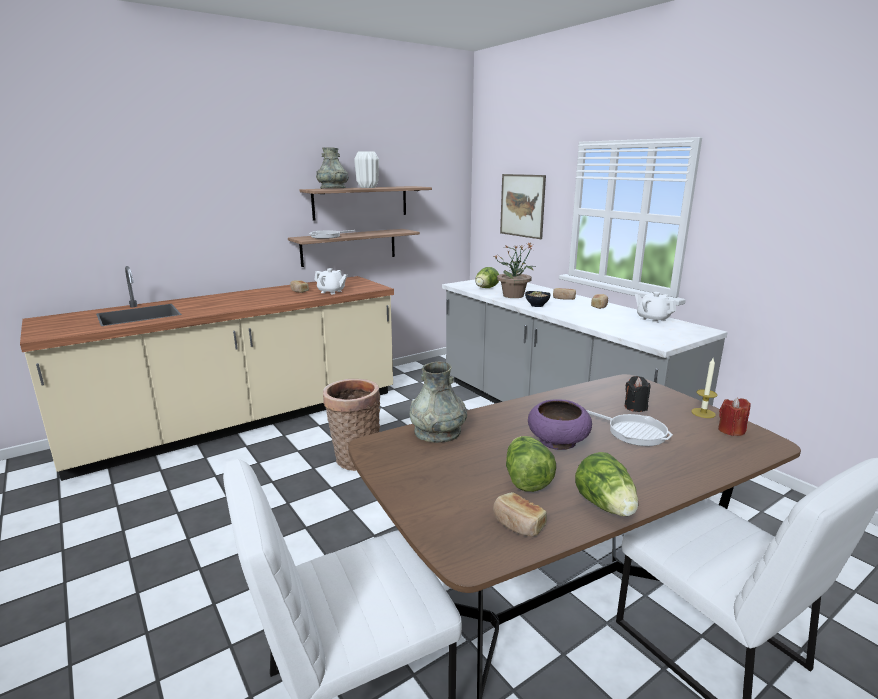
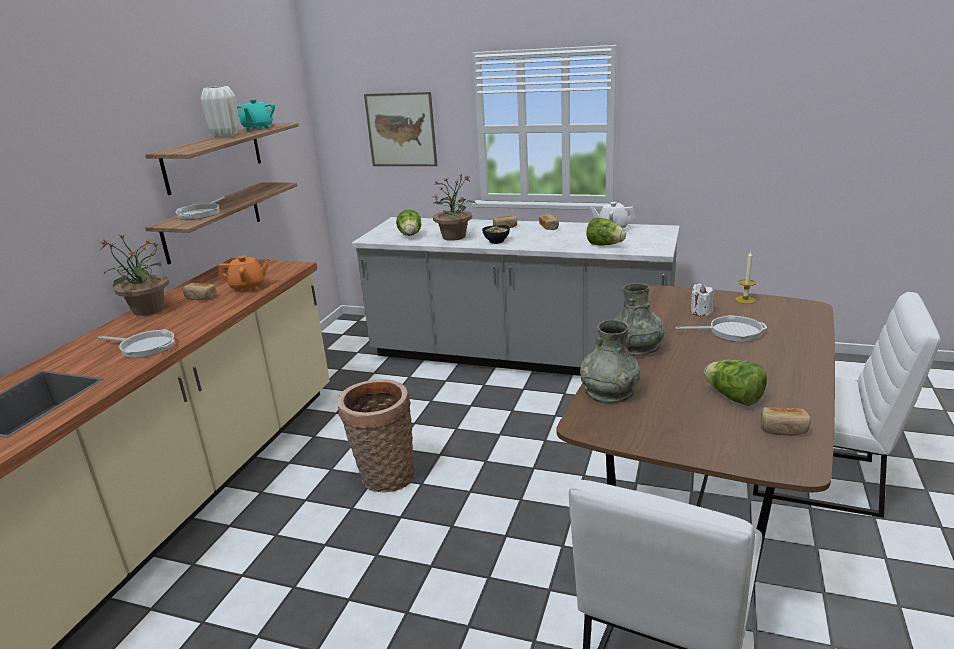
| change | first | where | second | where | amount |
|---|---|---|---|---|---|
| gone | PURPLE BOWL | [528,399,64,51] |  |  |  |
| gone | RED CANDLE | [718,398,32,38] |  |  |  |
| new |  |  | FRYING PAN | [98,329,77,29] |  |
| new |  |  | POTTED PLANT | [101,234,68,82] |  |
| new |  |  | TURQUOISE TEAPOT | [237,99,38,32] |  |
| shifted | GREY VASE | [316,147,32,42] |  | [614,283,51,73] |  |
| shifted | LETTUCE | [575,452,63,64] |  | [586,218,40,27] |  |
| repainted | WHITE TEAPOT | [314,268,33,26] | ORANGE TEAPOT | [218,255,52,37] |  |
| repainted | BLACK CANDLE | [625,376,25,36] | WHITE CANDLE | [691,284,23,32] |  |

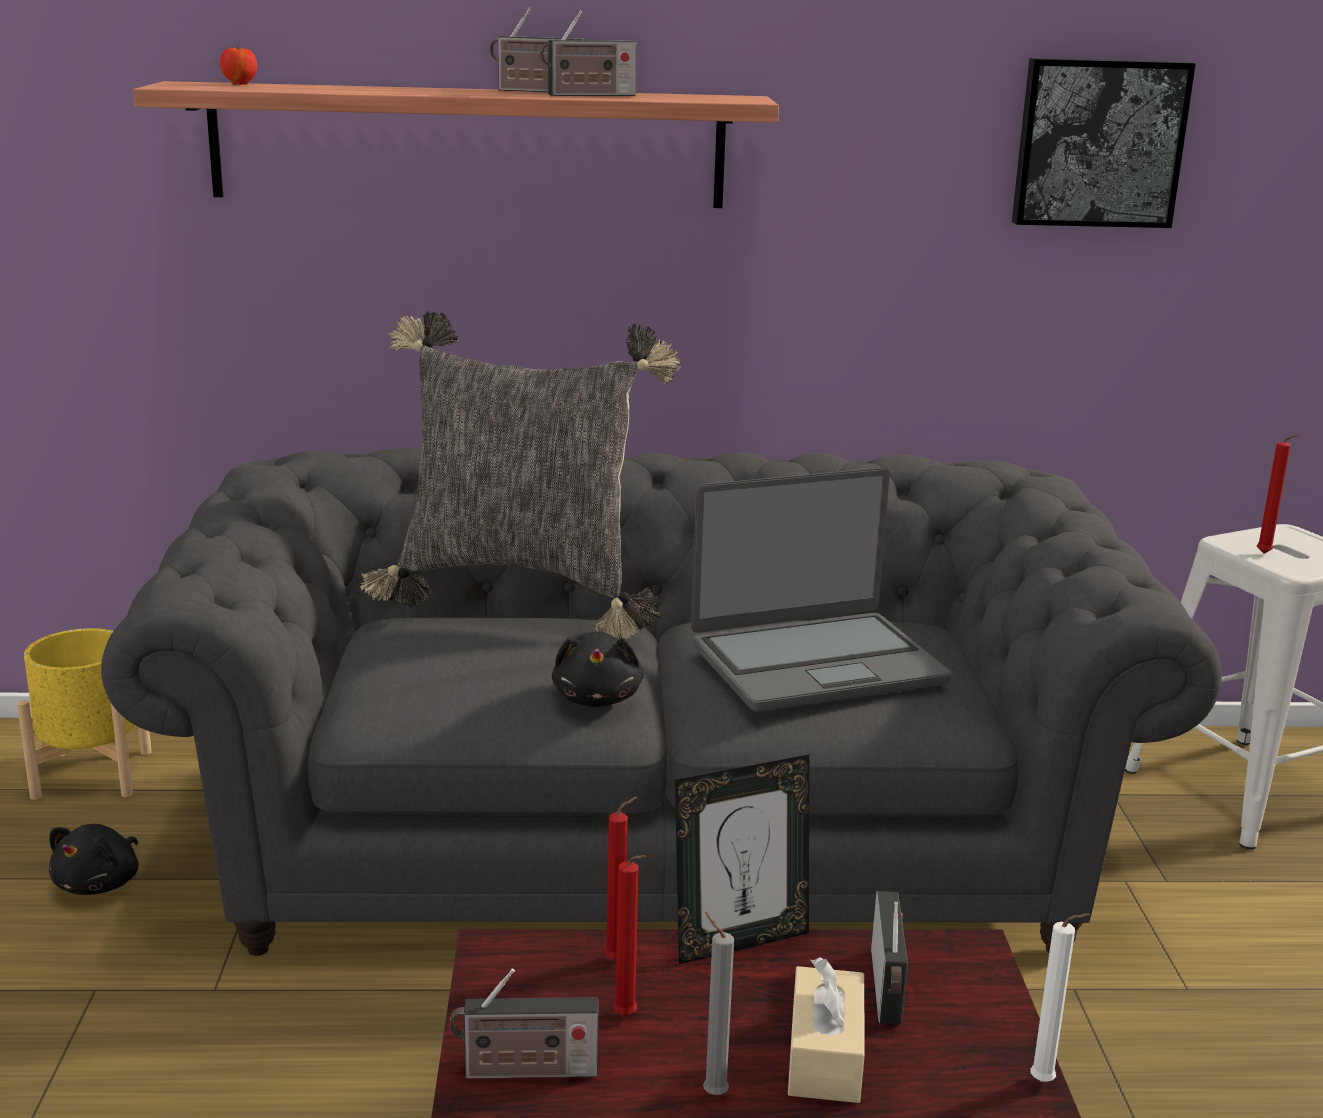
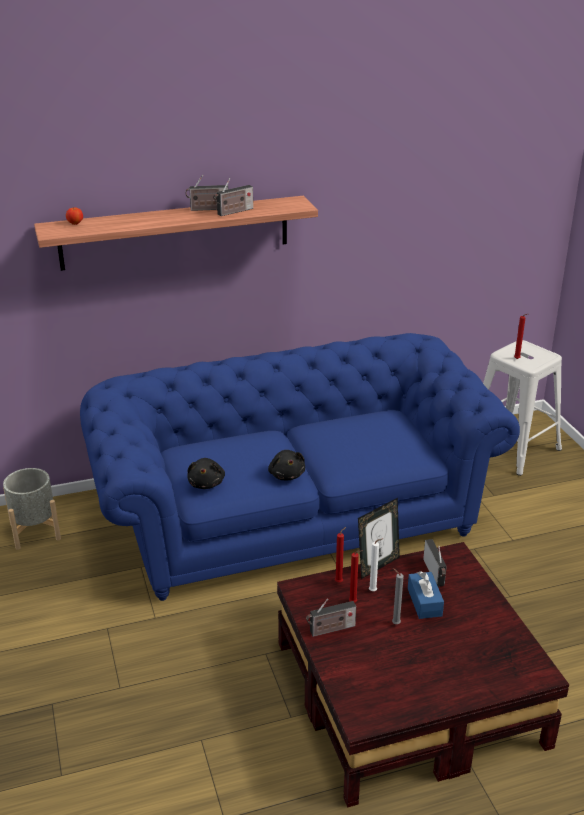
| change | first | where | second | where | amount |
|---|---|---|---|---|---|
| gone | PILLOW | [360,311,321,328] |  |  |  |
| gone | LAPTOP | [691,468,260,244] |  |  |  |
| gone | PICTURE | [1012,58,184,170] |  |  |  |
| shifted | BLACK PLUSH TOY | [49,824,90,71] |  | [188,458,37,31] |  |
| shifted | WHITE CANDLE | [1030,913,60,169] |  | [369,538,14,53] |  |
| repainted | YELLOW PLANTER | [17,628,135,172] | GREY PLANTER | [3,468,58,82] |  |
| repainted | GREY SOFA | [101,447,1121,509] | BLUE SOFA | [80,333,440,268] |  |
| repainted | BEIGE TISSUE BOX | [788,957,77,146] | BLUE TISSUE BOX | [408,571,36,48] |  |

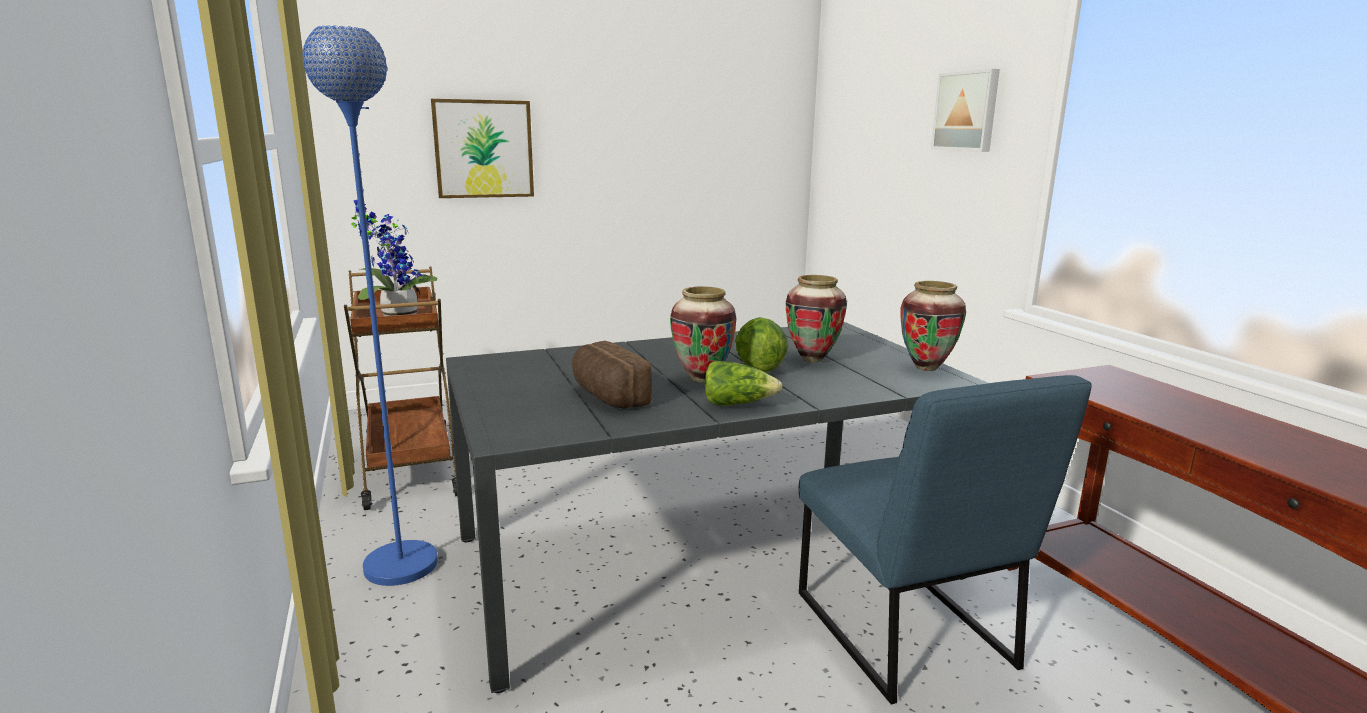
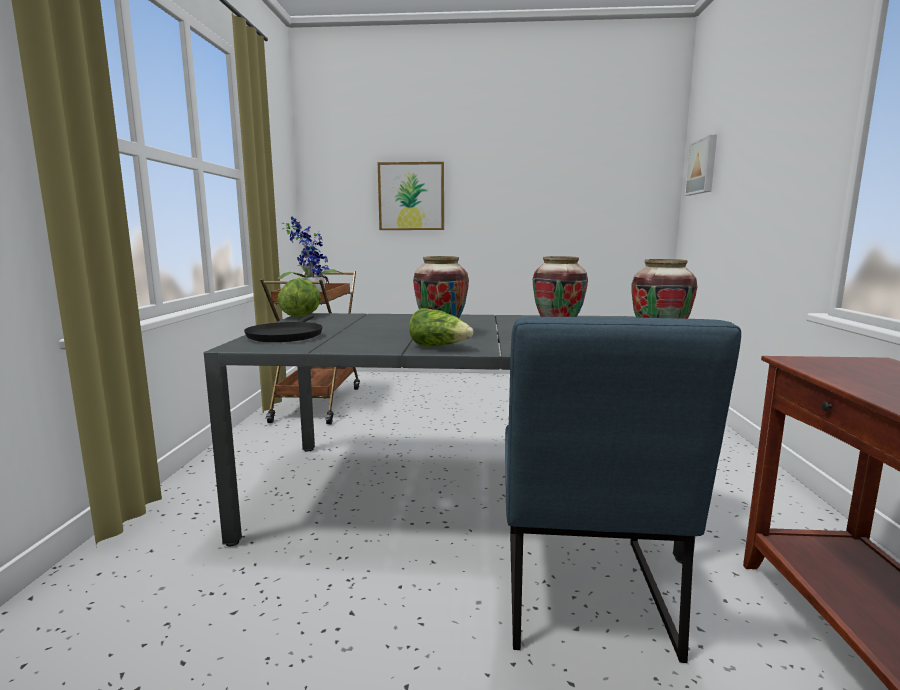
| change | first | where | second | where | amount |
|---|---|---|---|---|---|
| gone | BLUE FLOOR LAMP | [302,25,136,561] |  |  |  |
| gone | BREAD | [572,341,80,68] |  |  |  |
| new |  |  | BLACK FRYING PAN | [244,315,79,27] |  |
| shifted | LETTUCE | [735,317,53,55] |  | [277,278,44,39] |  |
| shifted | PICTURE | [931,69,69,82] |  | [684,135,33,60] |  |

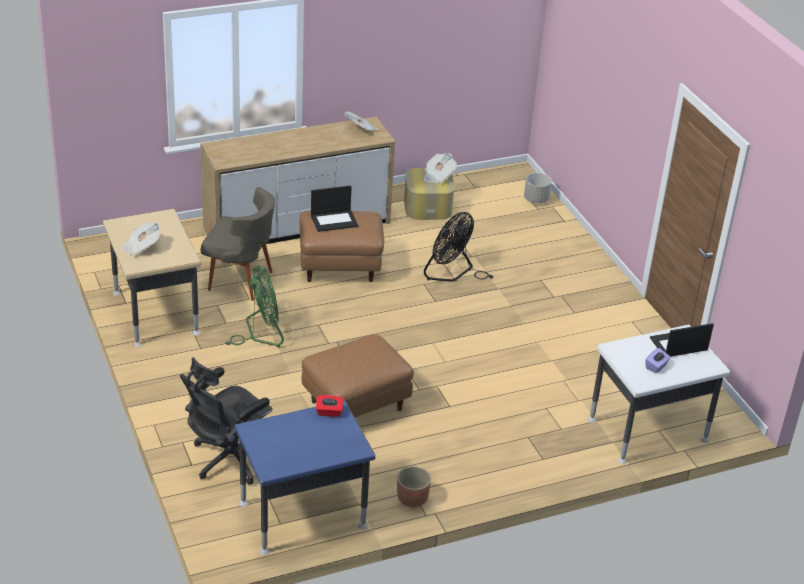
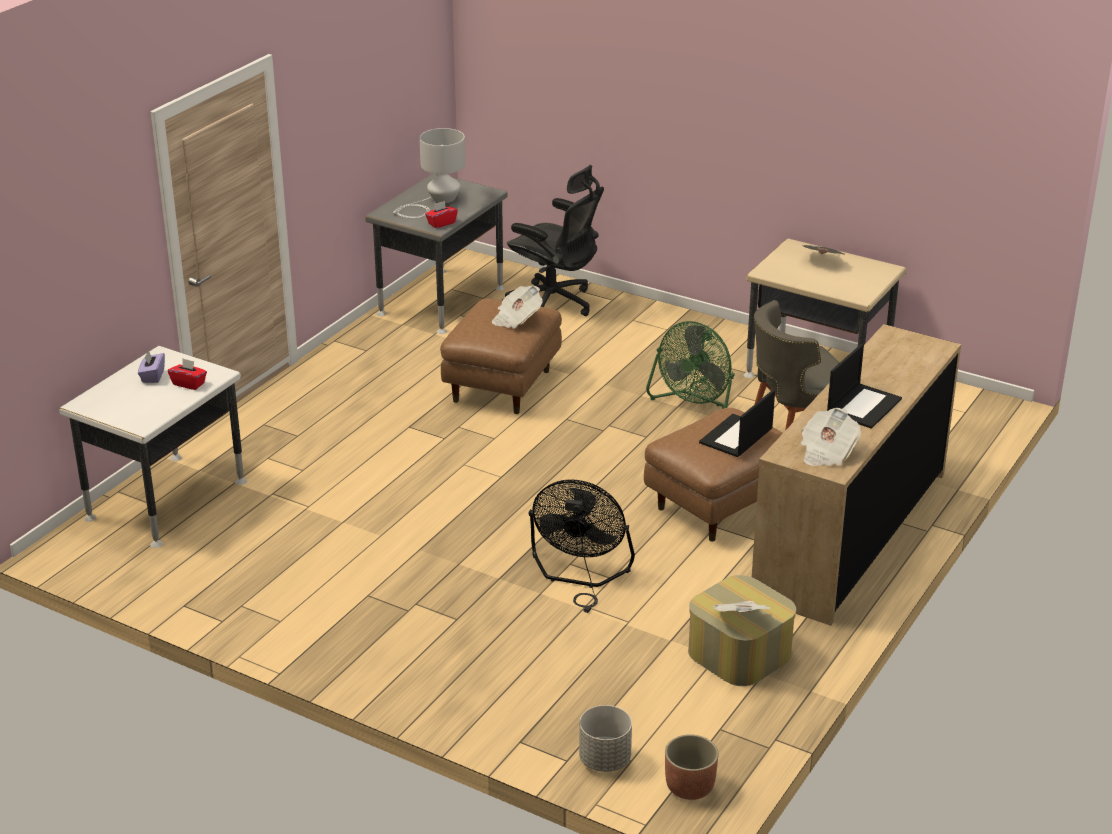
| change | first | where | second | where | amount |
|---|---|---|---|---|---|
| new |  |  | RED TISSUE BOX | [168,358,39,32] |  |
| new |  |  | GREY TABLE LAMP | [393,128,73,91] |  |
| new |  |  | NEWSPAPER | [492,286,51,43] |  |
| shifted | PLANTER | [397,466,34,41] |  | [665,734,54,66] |  |
| shifted | LAPTOP | [650,323,64,34] |  | [827,343,75,86] |  |
| repainted | BLUE DESK | [235,401,141,154] | GREY DESK | [365,173,143,161] |  |
| rotated | OFFICE CHAIR | [180,357,93,128] |  | [502,165,102,151] | 120 degrees clockwise |
| rotated | BLACK FAN | [424,212,69,70] |  | [529,480,106,133] | 75 degrees counterclockwise |

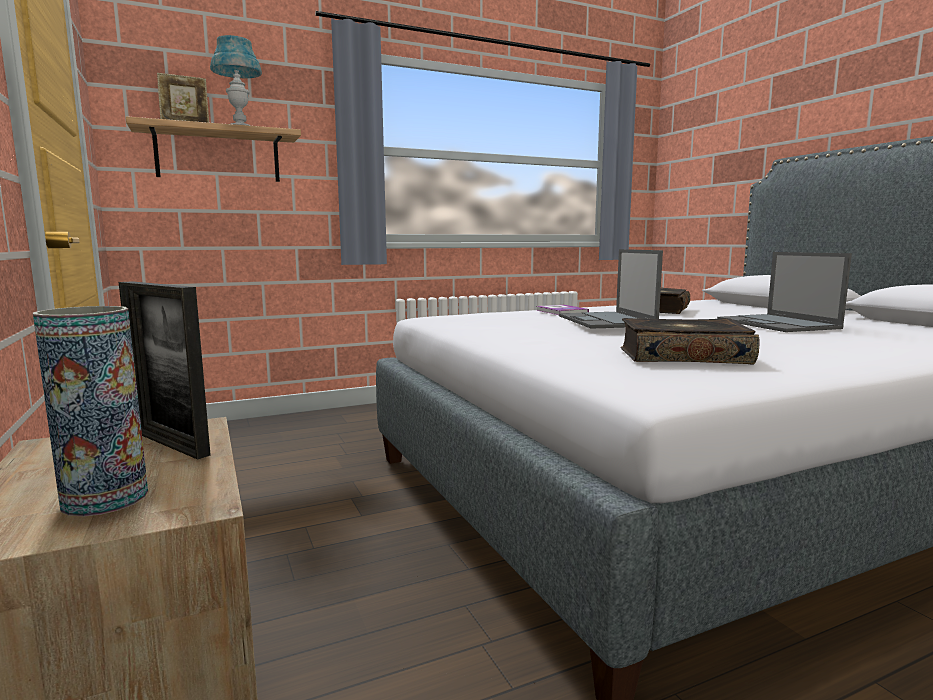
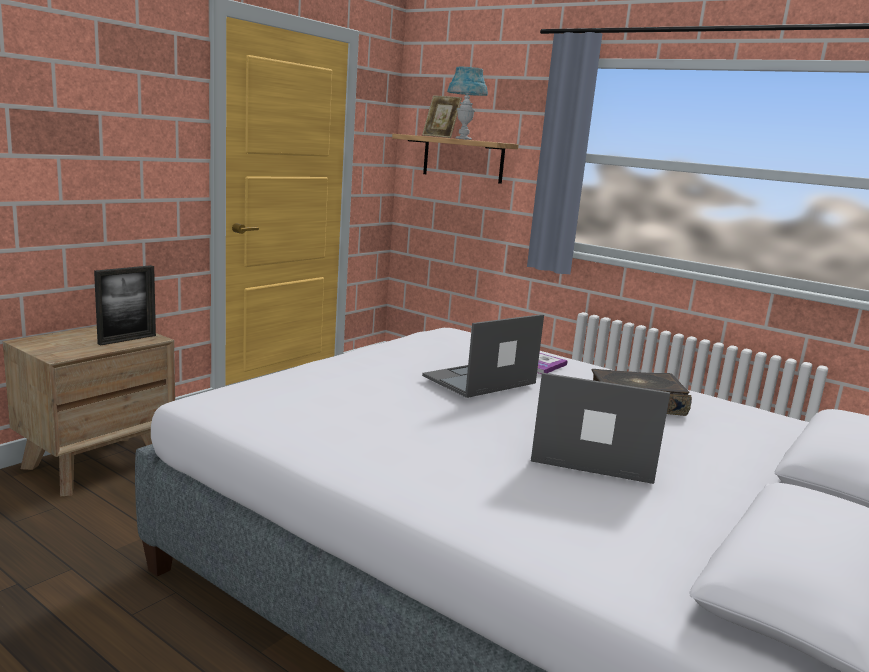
| change | first | where | second | where | amount |
|---|---|---|---|---|---|
| gone | VASE | [33,306,115,211] |  |  |  |
| gone | BOOK | [621,318,139,47] |  |  |  |
| rotated | PICTURE FRAME | [119,281,92,179] |  | [94,265,62,81] | 150 degrees counterclockwise |
| rotated | LAPTOP | [717,252,135,80] |  | [531,373,139,111] | 60 degrees clockwise |

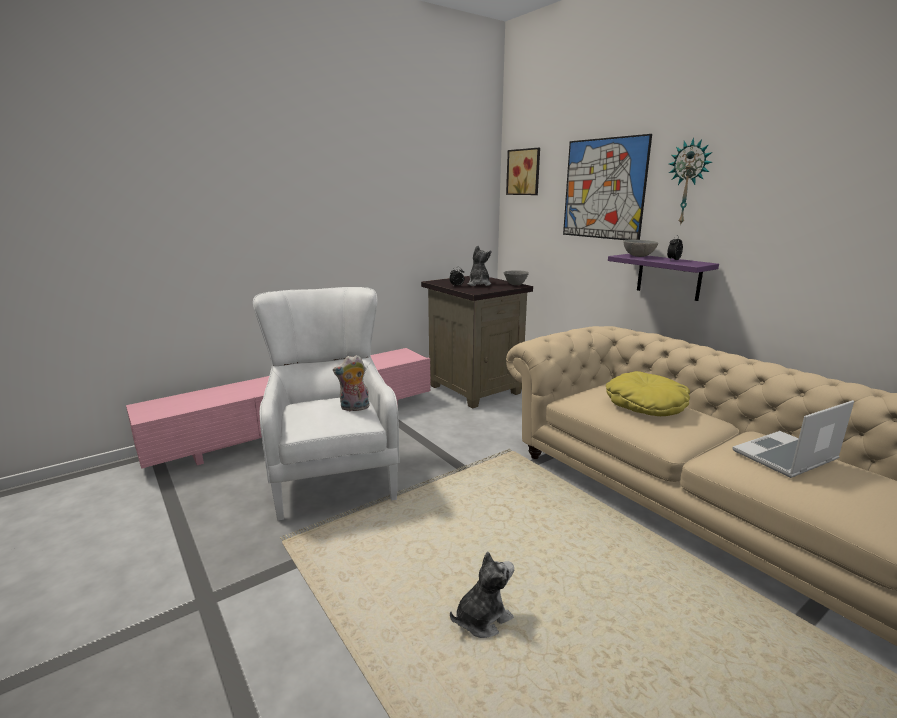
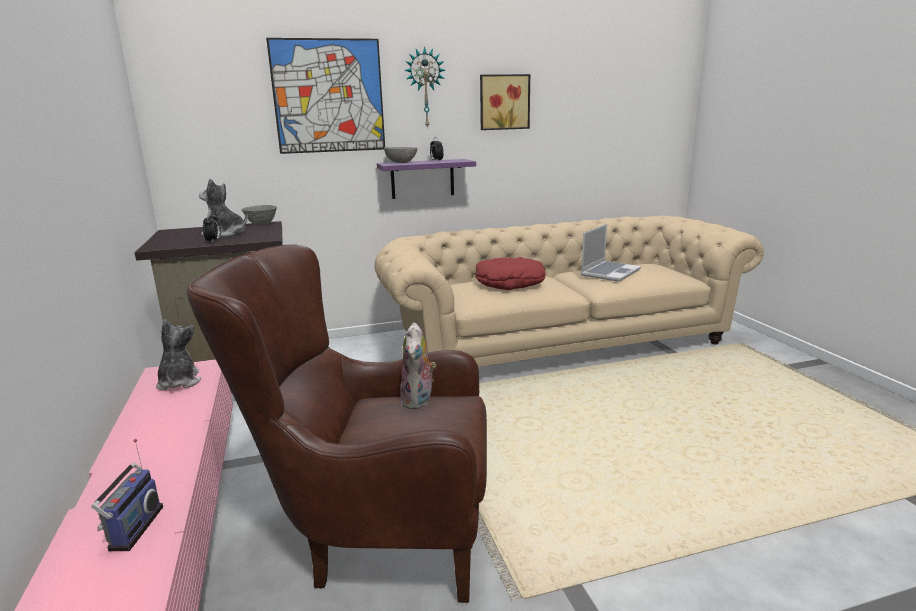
| change | first | where | second | where | amount |
|---|---|---|---|---|---|
| new |  |  | RADIO | [91,439,72,112] |  |
| shifted | PLUSH TOY | [450,552,64,86] |  | [156,319,45,72] |  |
| shifted | PICTURE | [506,148,34,47] |  | [480,74,50,56] |  |
| repainted | WHITE ARMCHAIR | [253,287,147,234] | BROWN ARMCHAIR | [186,244,301,359] |  |
| repainted | YELLOW PILLOW | [606,371,84,45] | RED PILLOW | [475,257,71,33] |  |
| rotated | LAPTOP | [732,400,122,78] |  | [581,224,60,58] | 135 degrees counterclockwise |

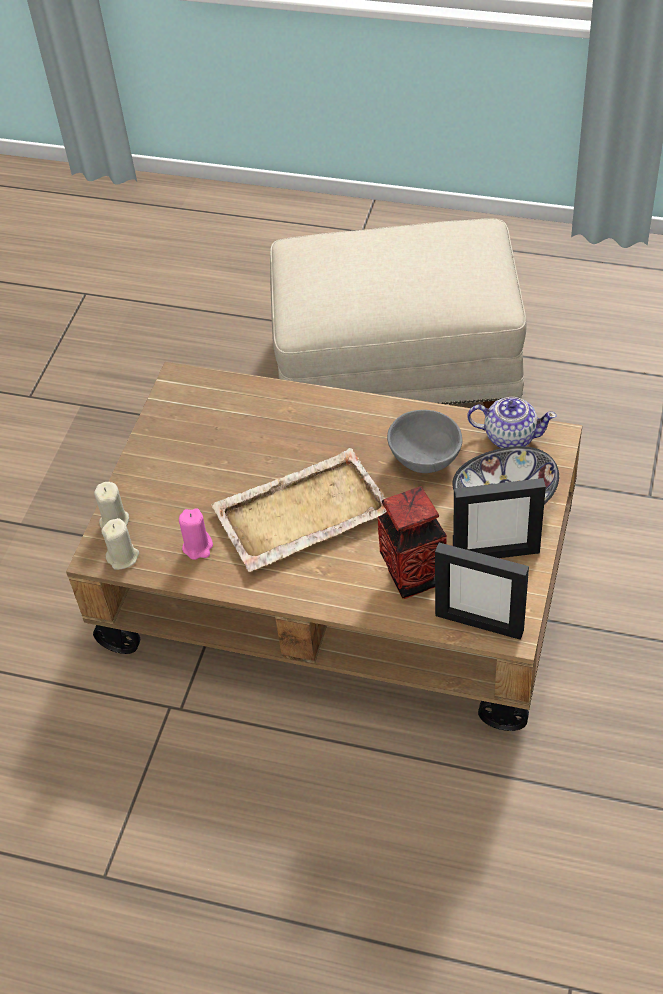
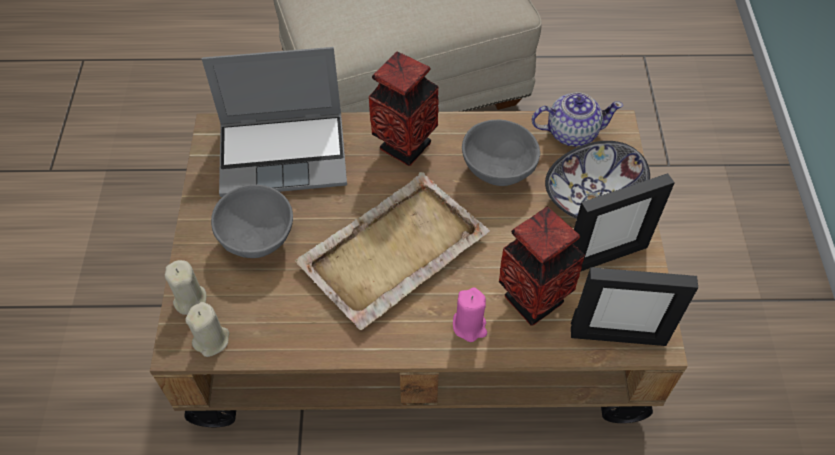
| change | first | where | second | where | amount |
|---|---|---|---|---|---|
| new |  |  | LAPTOP | [202,47,145,150] |  |
| new |  |  | GREY BOWL | [211,184,82,74] |  |
| new |  |  | VASE | [369,52,70,114] |  |
| shifted | PINK CANDLE | [179,508,34,52] |  | [453,287,34,55] |  |

